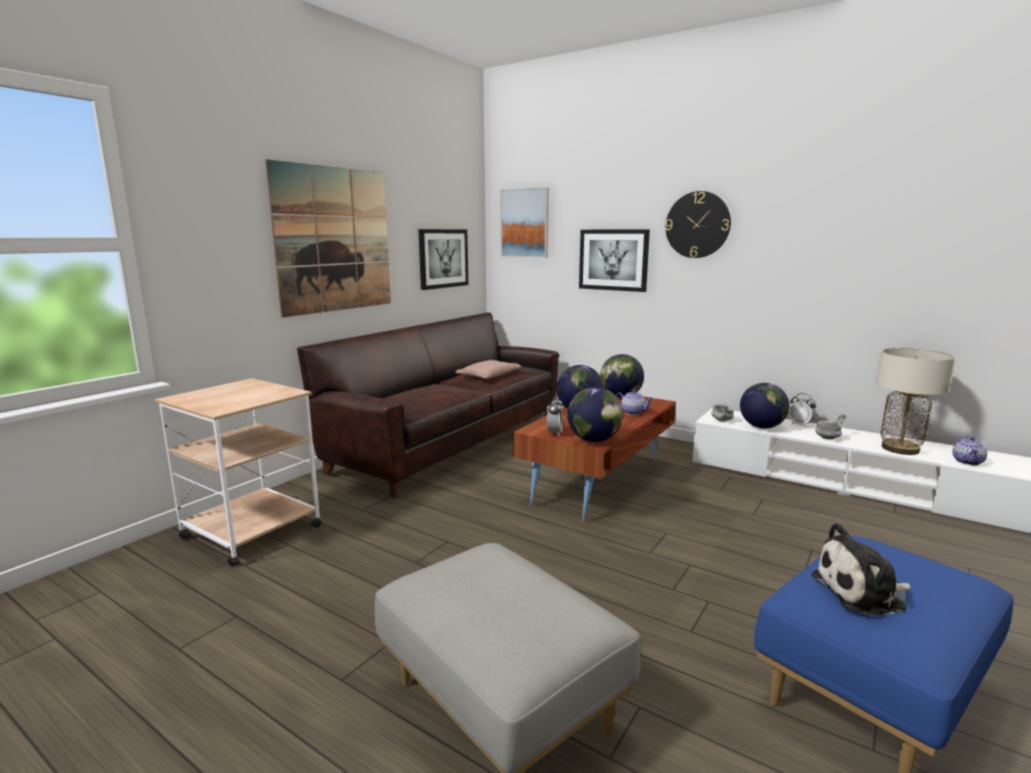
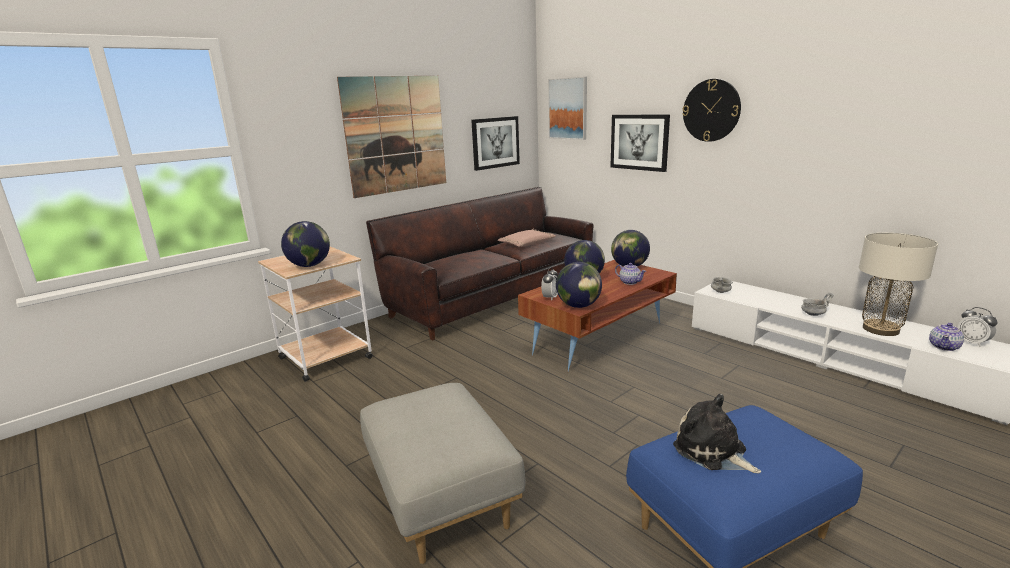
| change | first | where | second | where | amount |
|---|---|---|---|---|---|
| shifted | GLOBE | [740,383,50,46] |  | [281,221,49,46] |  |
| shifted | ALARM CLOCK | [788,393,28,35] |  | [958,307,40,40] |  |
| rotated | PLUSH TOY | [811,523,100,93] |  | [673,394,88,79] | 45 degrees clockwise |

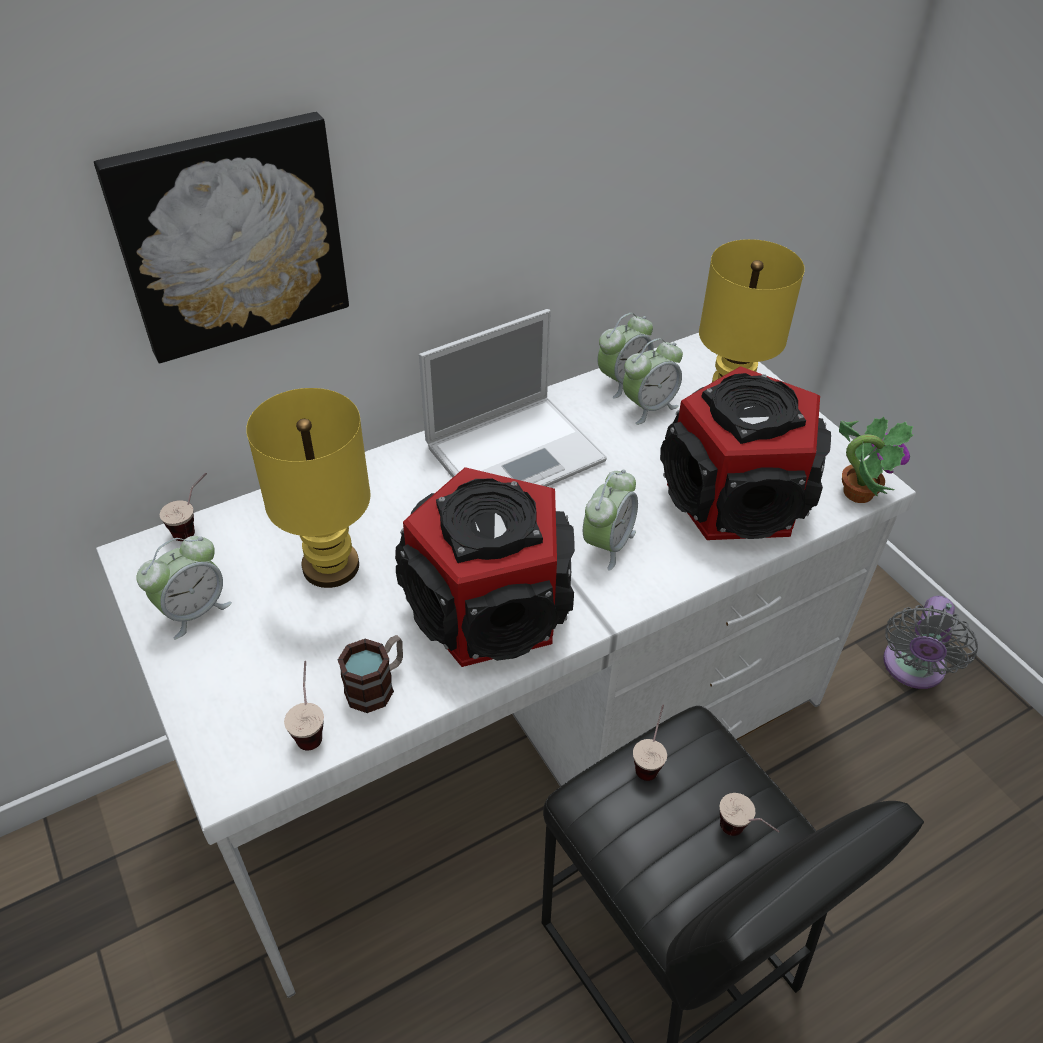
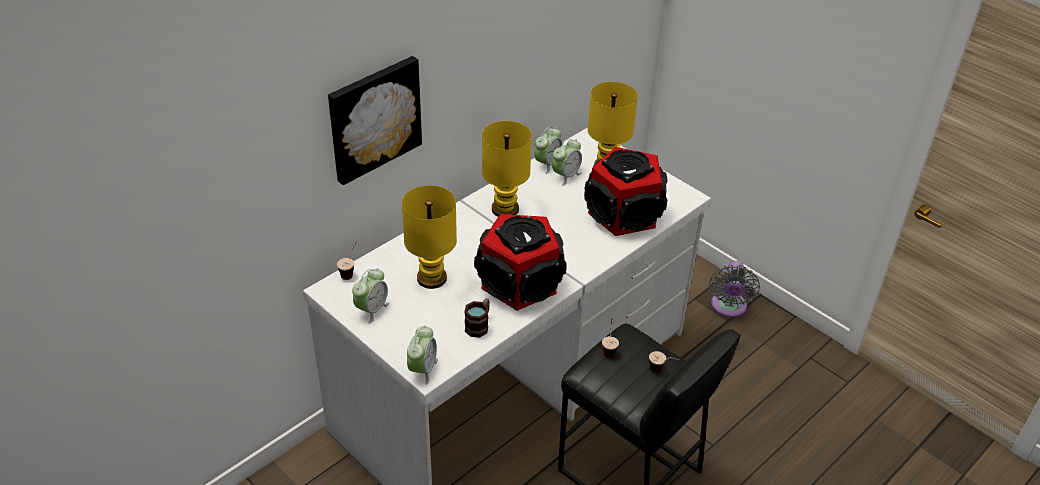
| change | first | where | second | where | amount |
|---|---|---|---|---|---|
| gone | CUP | [284,661,40,89] |  |  |  |
| gone | POTTED PLANT | [839,416,74,87] |  |  |  |
| shifted | ALARM CLOCK | [583,470,55,101] |  | [407,326,31,59] |  |
| swapped | LAPTOP | [419,309,188,178] | YELLOW TABLE LAMP | [482,121,50,96] |  |

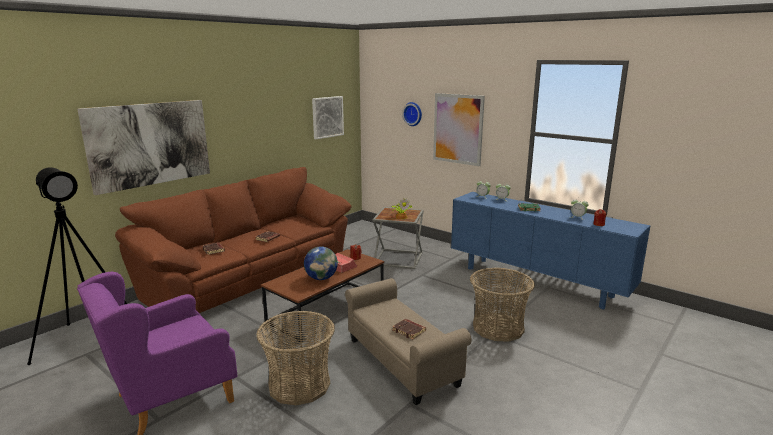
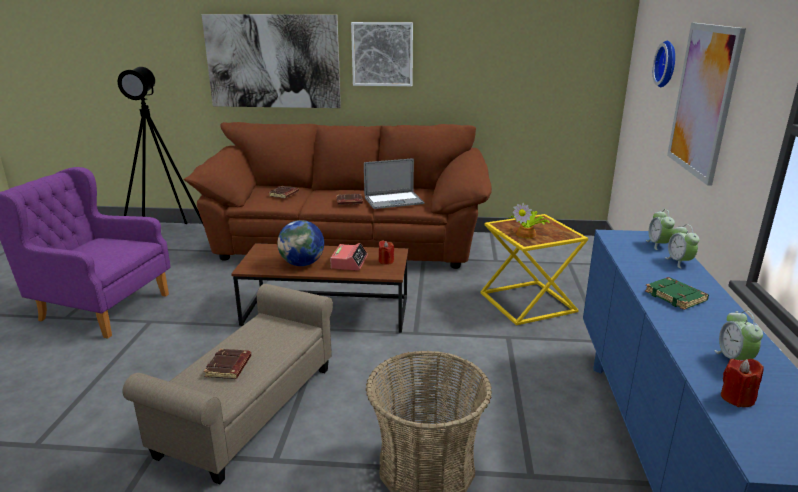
| change | first | where | second | where | amount |
|---|---|---|---|---|---|
| gone | BASKET | [256,311,79,94] |  |  |  |
| new |  |  | LAPTOP | [364,158,61,51] |  |
| shifted | PICTURE | [312,96,32,43] |  | [351,22,62,64] |  |
| repainted | GREY SIDE TABLE | [372,207,52,62] | YELLOW SIDE TABLE | [480,214,108,111] |  |

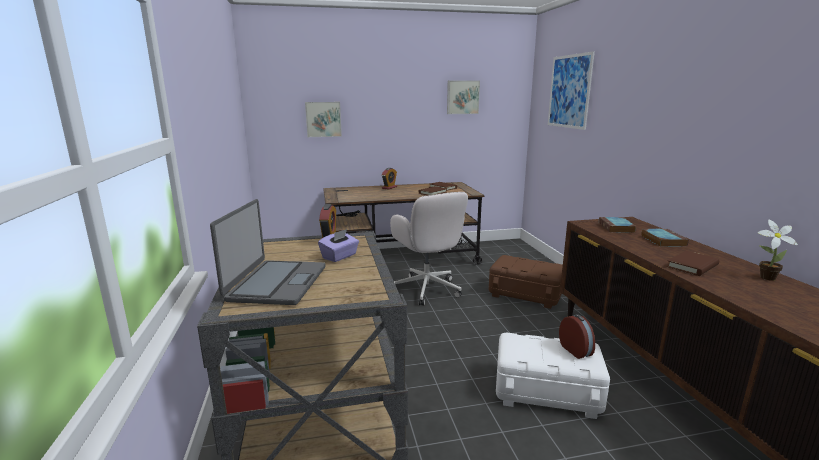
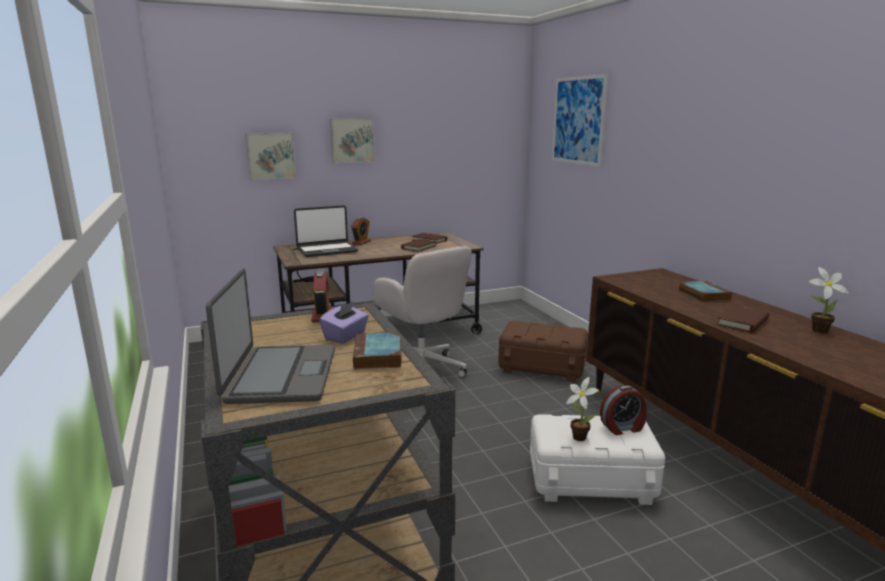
| change | first | where | second | where | amount |
|---|---|---|---|---|---|
| new |  |  | LAPTOP | [294,205,64,52] |  |
| new |  |  | POTTED PLANT | [566,377,33,64] |  |
| shifted | PICTURE | [447,80,33,34] |  | [330,118,45,45] |  |
| shifted | BOOK | [599,217,37,16] |  | [353,332,49,37] |  |
| rotated | ALARM CLOCK | [559,314,36,45] |  | [600,385,47,50] | 105 degrees clockwise |

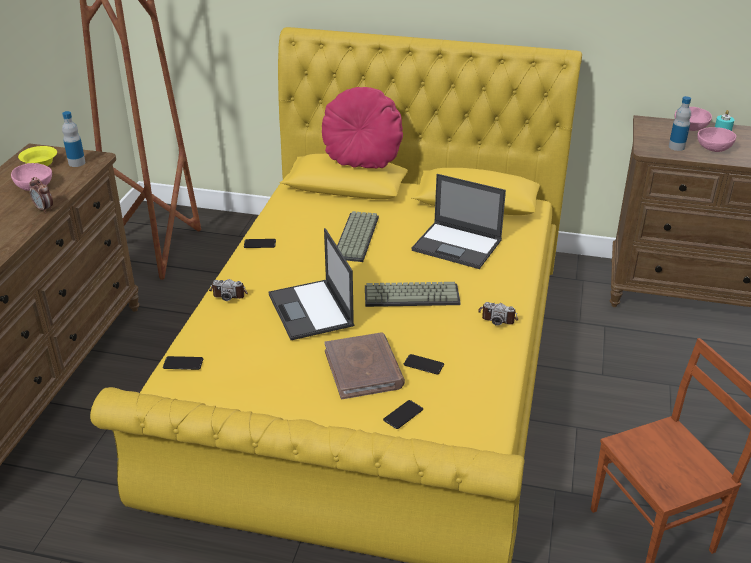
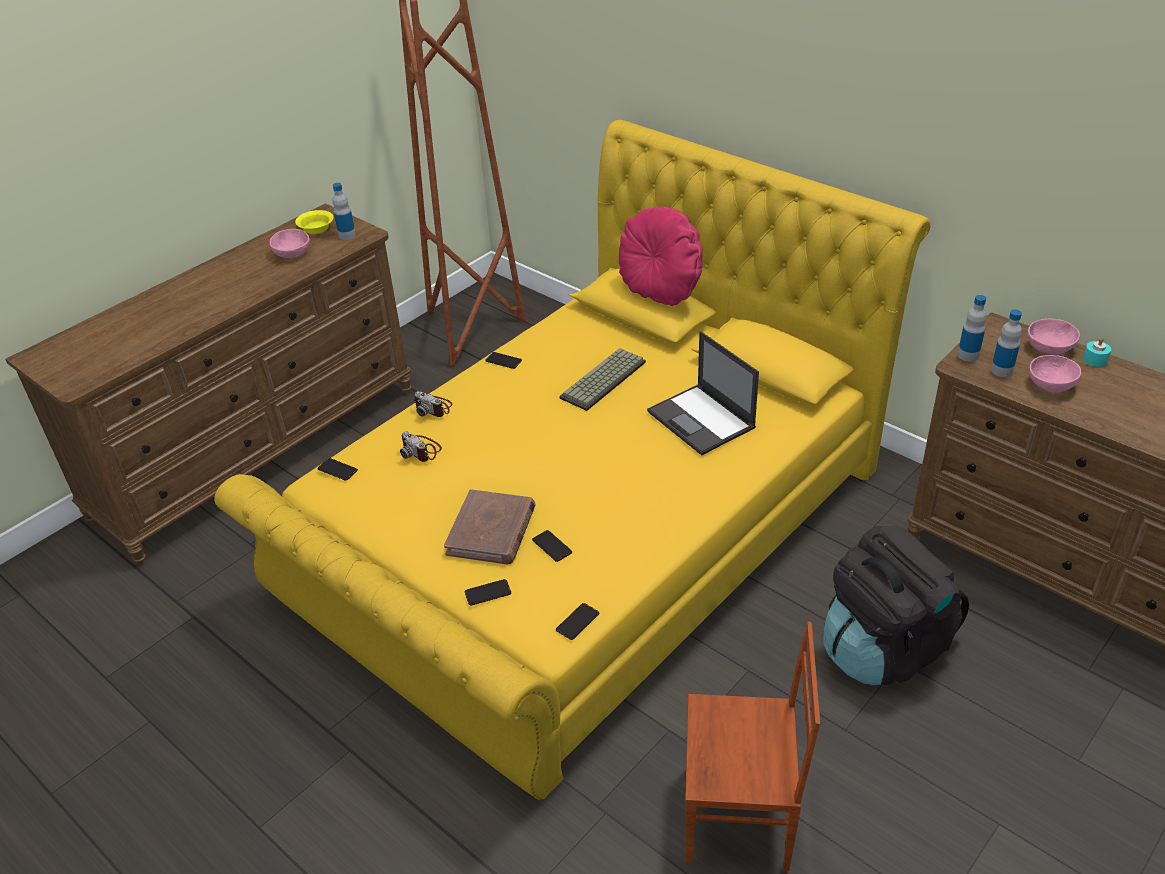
| change | first | where | second | where | amount |
|---|---|---|---|---|---|
| gone | ALARM CLOCK | [29,177,24,36] |  |  |  |
| gone | LAPTOP | [268,228,86,112] |  |  |  |
| gone | KEYBOARD | [365,282,96,25] |  |  |  |
| new |  |  | PHONE | [556,603,43,37] |  |
| new |  |  | BLACK BACKPACK | [823,526,146,160] |  |
| new |  |  | BOTTLE | [958,295,29,67] |  |
| shifted | PHOTO CAMERA | [478,302,40,24] |  | [400,431,42,31] |  |

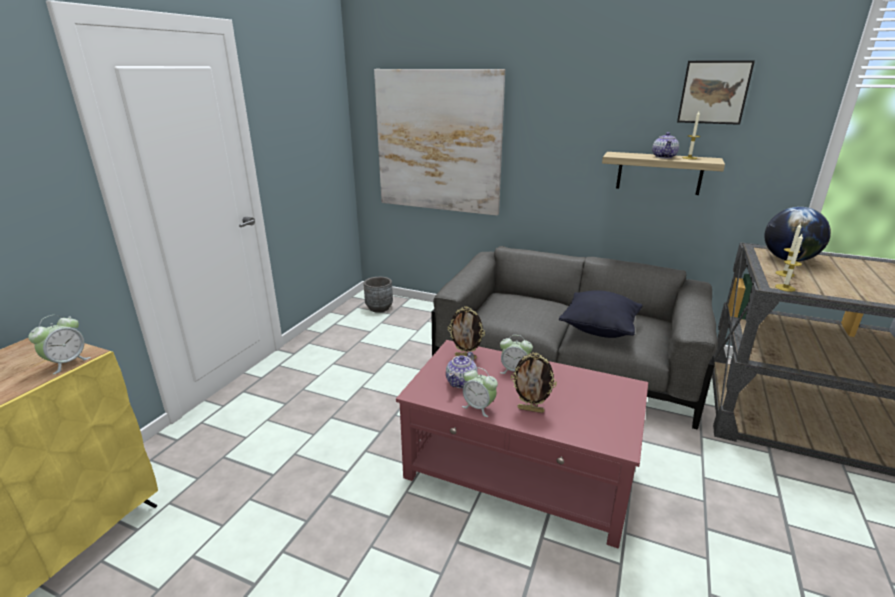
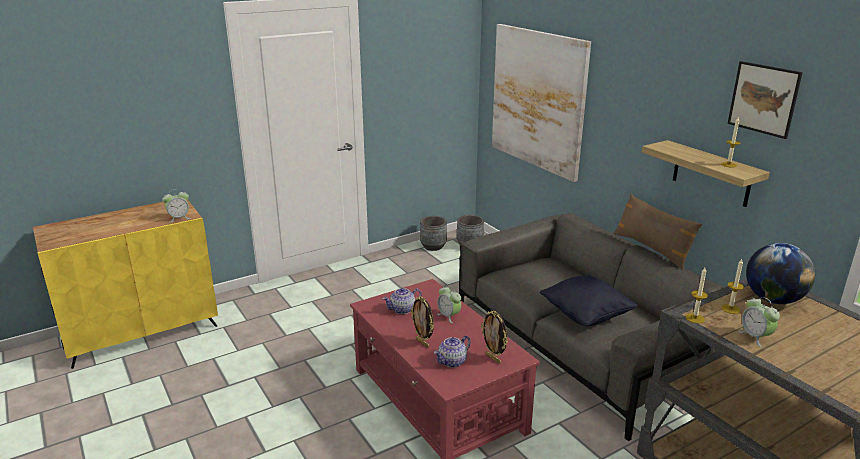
| change | first | where | second | where | amount |
|---|---|---|---|---|---|
| new |  |  | GREY PLANTER | [420,216,27,35] |  |
| new |  |  | BROWN PILLOW | [614,193,88,77] |  |
| shifted | PICTURE FRAME | [448,306,37,53] |  | [481,311,27,53] |  |
| shifted | ALARM CLOCK | [462,368,36,49] |  | [738,297,42,50] |  |
| shifted | TEAPOT | [652,132,27,27] |  | [434,336,37,32] |  |

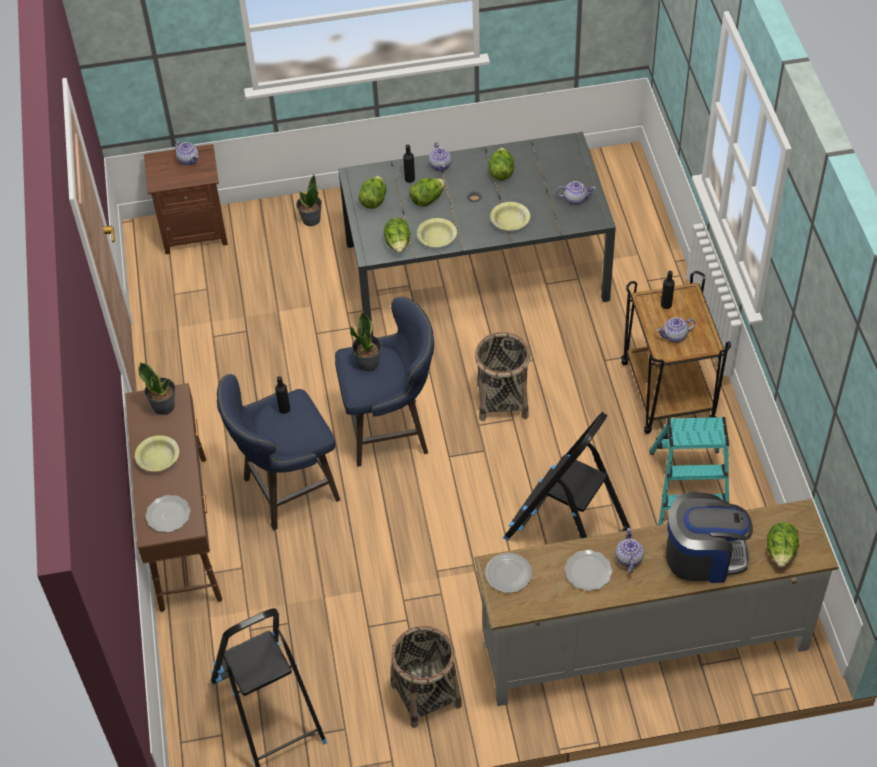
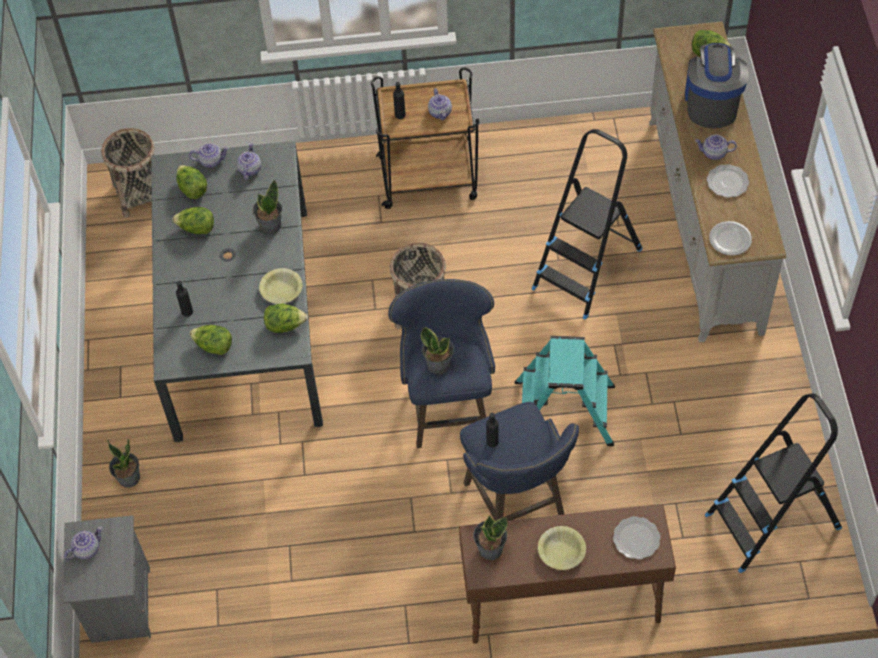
| change | first | where | second | where | amount |
|---|---|---|---|---|---|
| shifted | BASKET | [391,626,71,102] |  | [101,128,54,90] |  |
| shifted | LETTUCE | [409,178,36,29] |  | [176,165,31,34] |  |
| shifted | TEAPOT | [429,142,23,30] |  | [189,143,40,25] |  |
| shifted | TURQUOISE STEP LADDER | [649,417,80,108] |  | [515,336,100,110] |  |
| swapped | YELLOW BOWL | [490,202,40,29] | POTTED PLANT | [252,180,30,54] |  |
| repainted | BROWN NIGHTSTAND | [144,144,84,110] | GREY NIGHTSTAND | [63,515,88,128] |  |

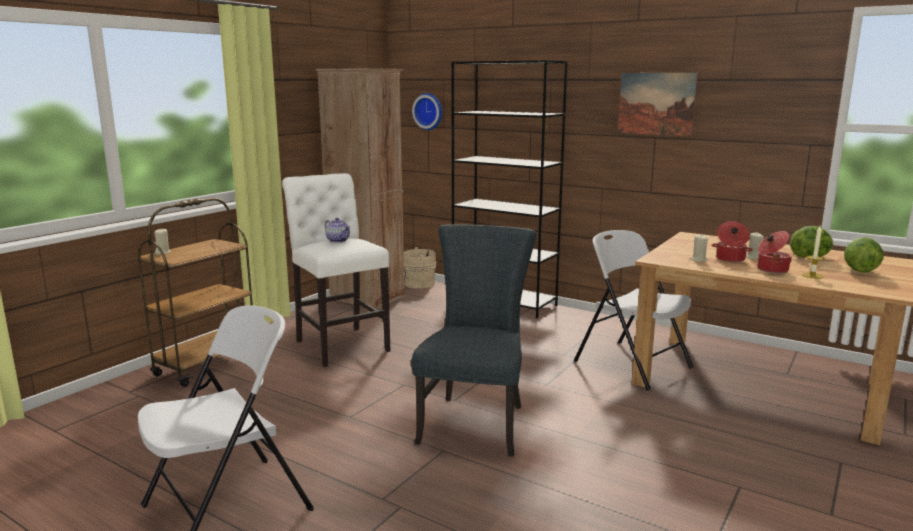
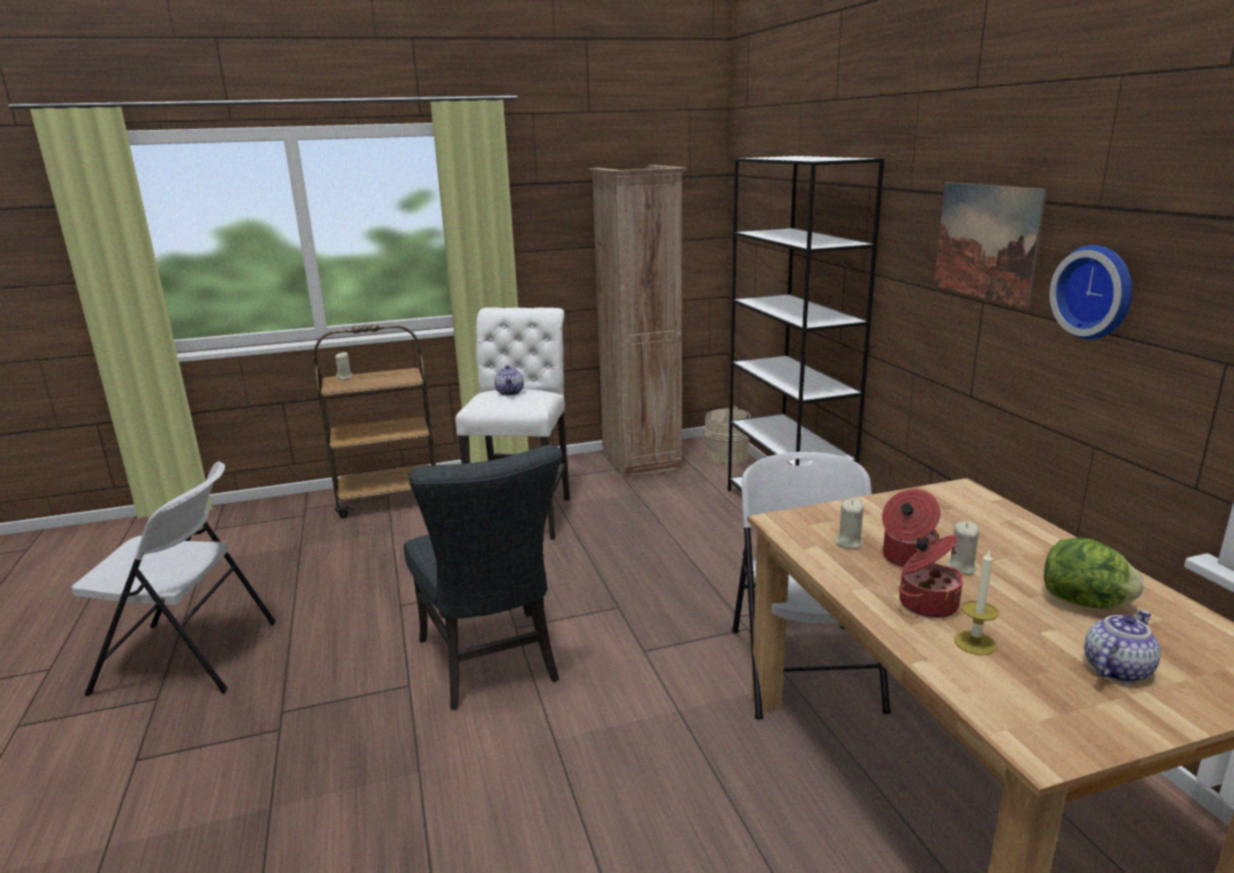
| change | first | where | second | where | amount |
|---|---|---|---|---|---|
| shifted | WALL CLOCK | [412,93,30,37] |  | [1050,245,82,95] |  |
| swapped | LETTUCE | [844,237,40,36] | TEAPOT | [1084,610,77,73] |  |
| rotated | GREY CHAIR | [411,224,126,233] |  | [404,445,159,265] | 105 degrees clockwise |

